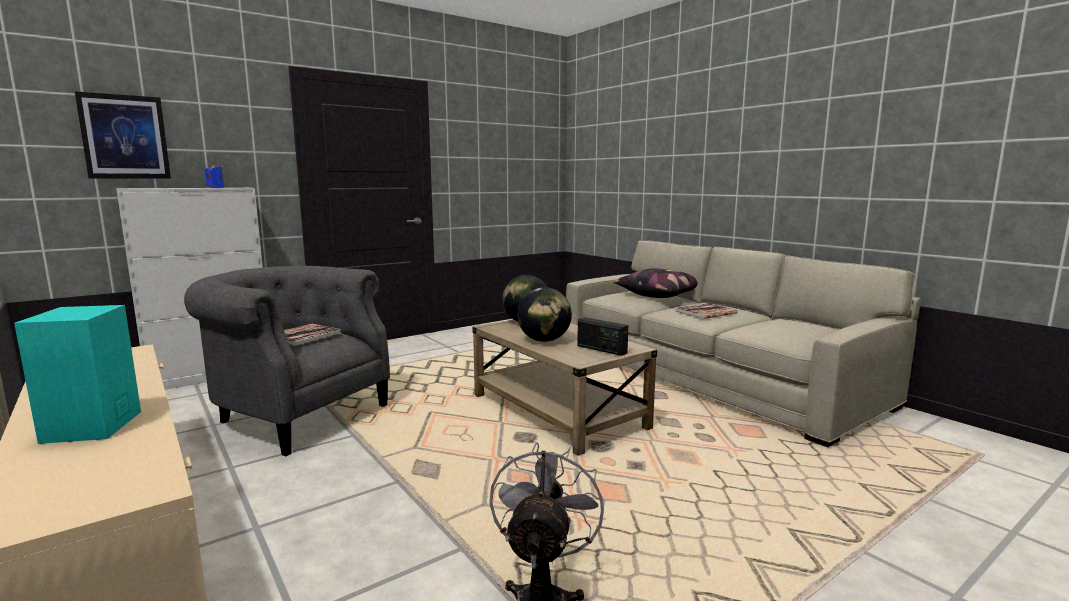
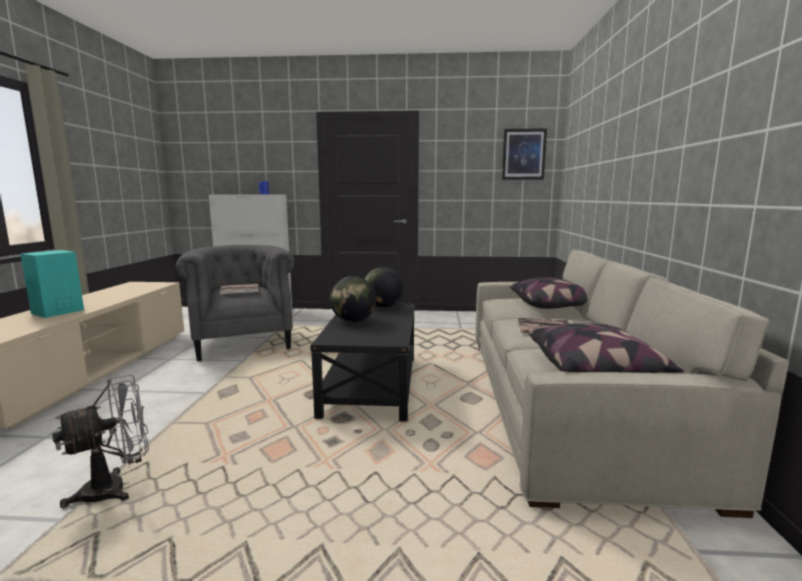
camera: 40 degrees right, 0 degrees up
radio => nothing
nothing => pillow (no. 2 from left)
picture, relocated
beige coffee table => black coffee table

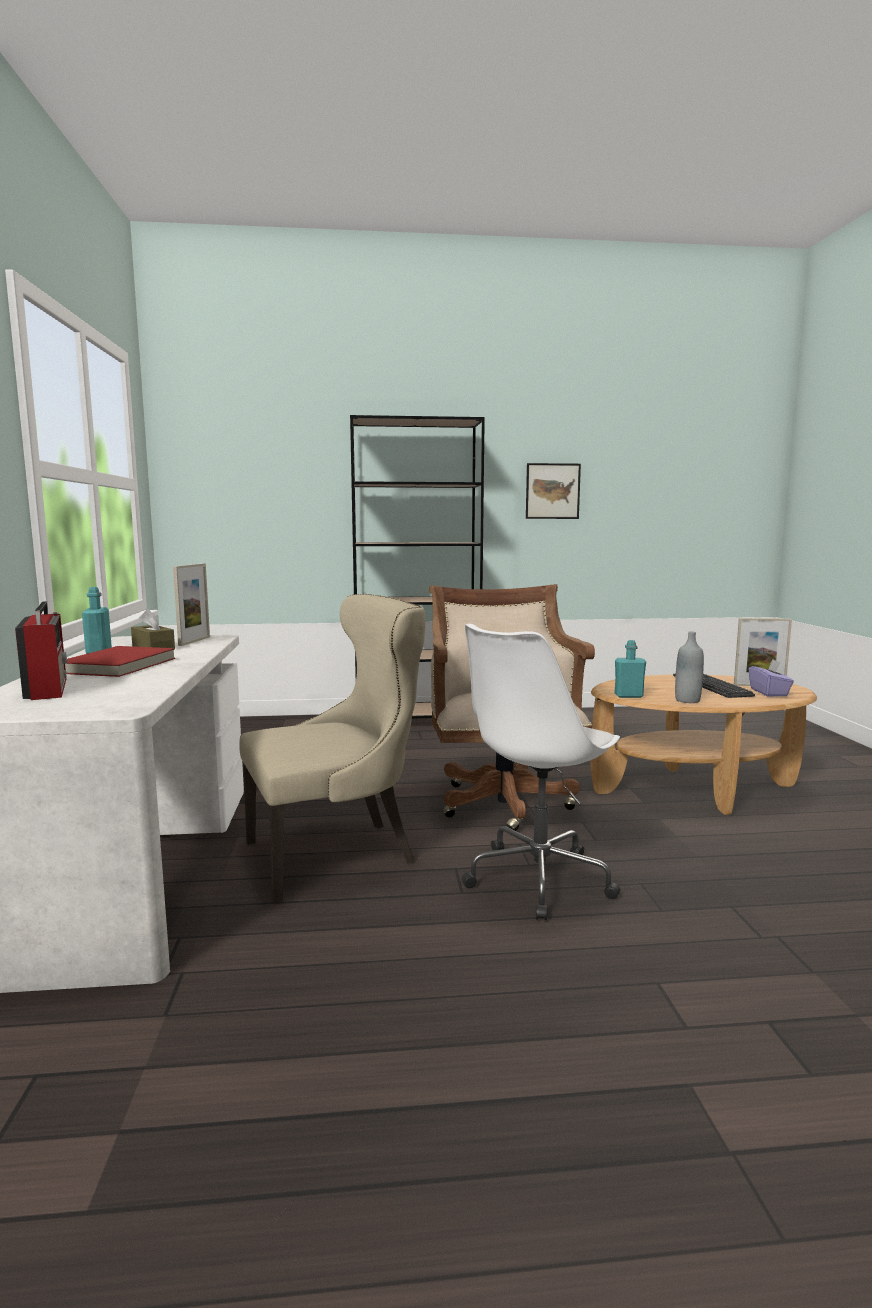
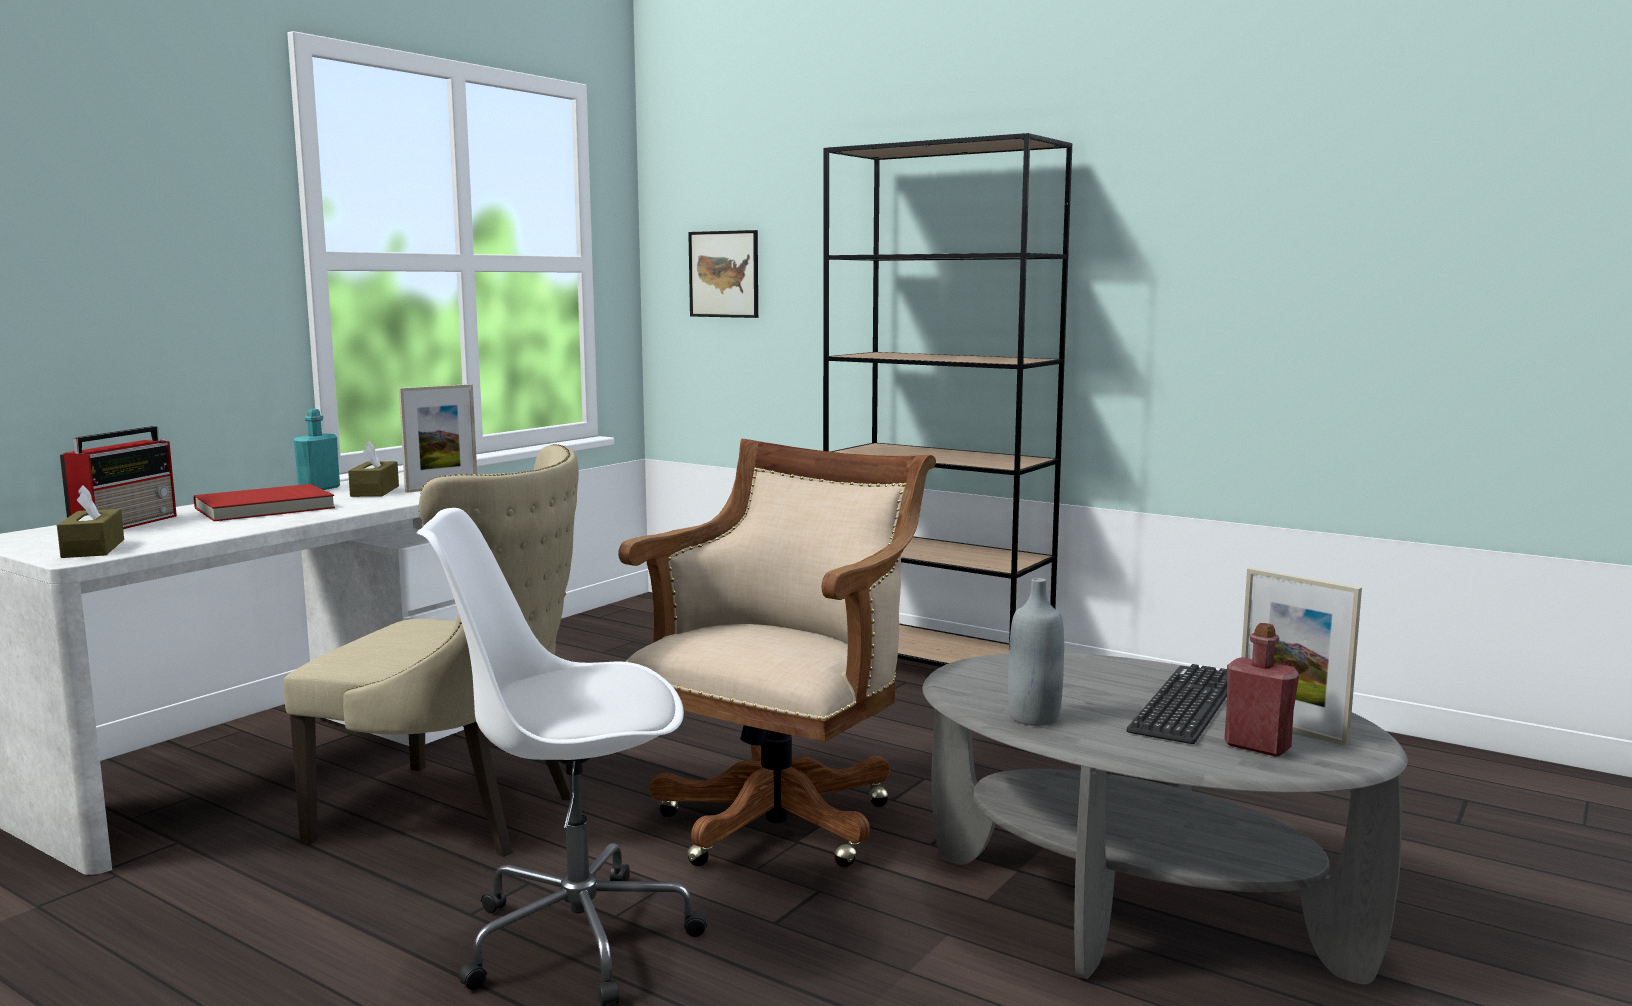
camera: 40 degrees right, 0 degrees up
turquoise bottle (no. 2 from left) => nothing
nothing => brown tissue box (no. 1 from left)
picture, relocated
purple tissue box => red bottle
brown coffee table => grey coffee table

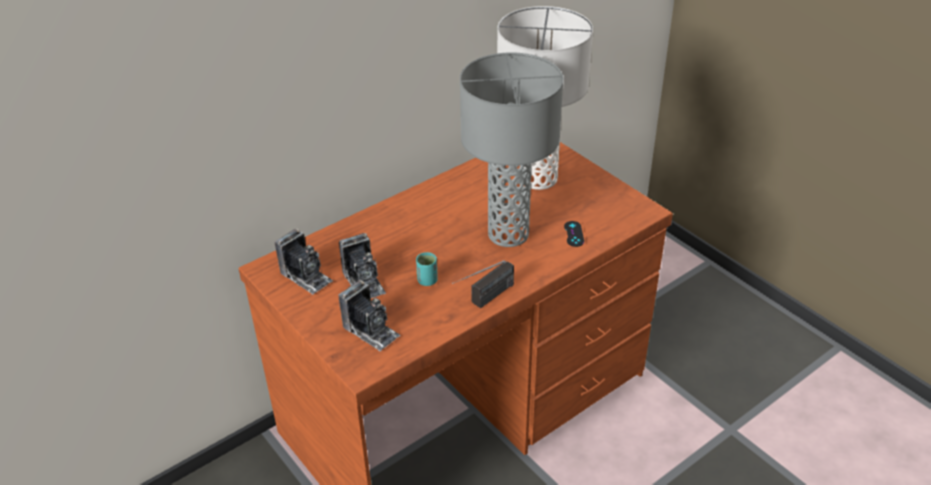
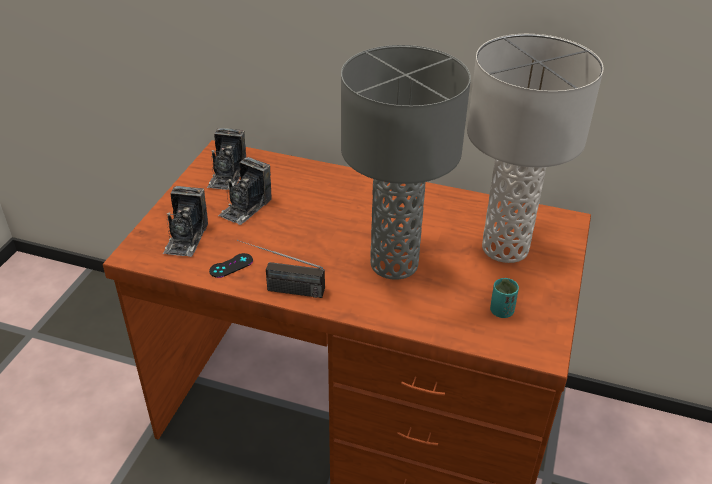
camera: 55 degrees right, 0 degrees up
turquoise cup, relocated
black game controller, relocated

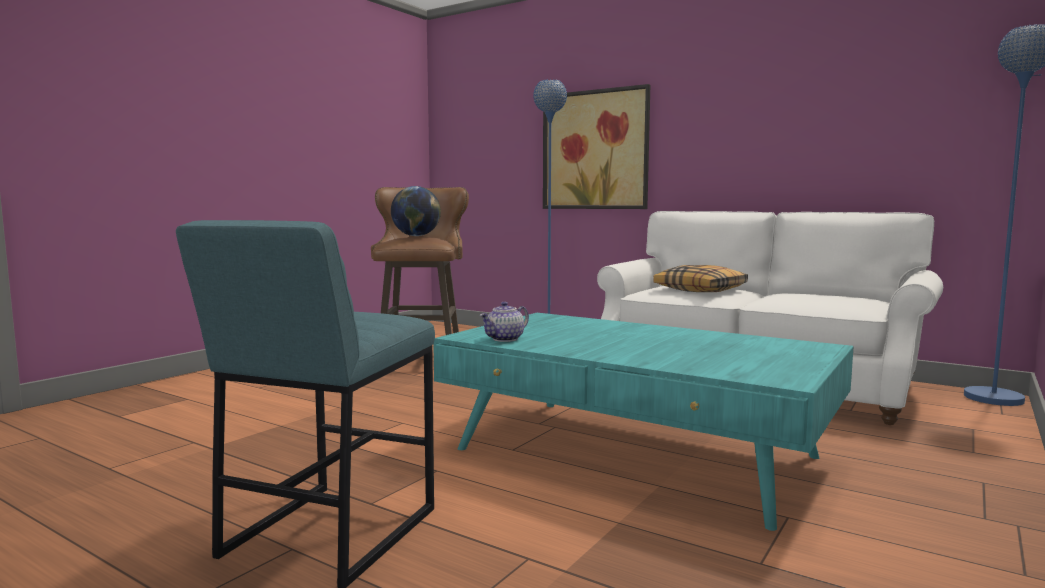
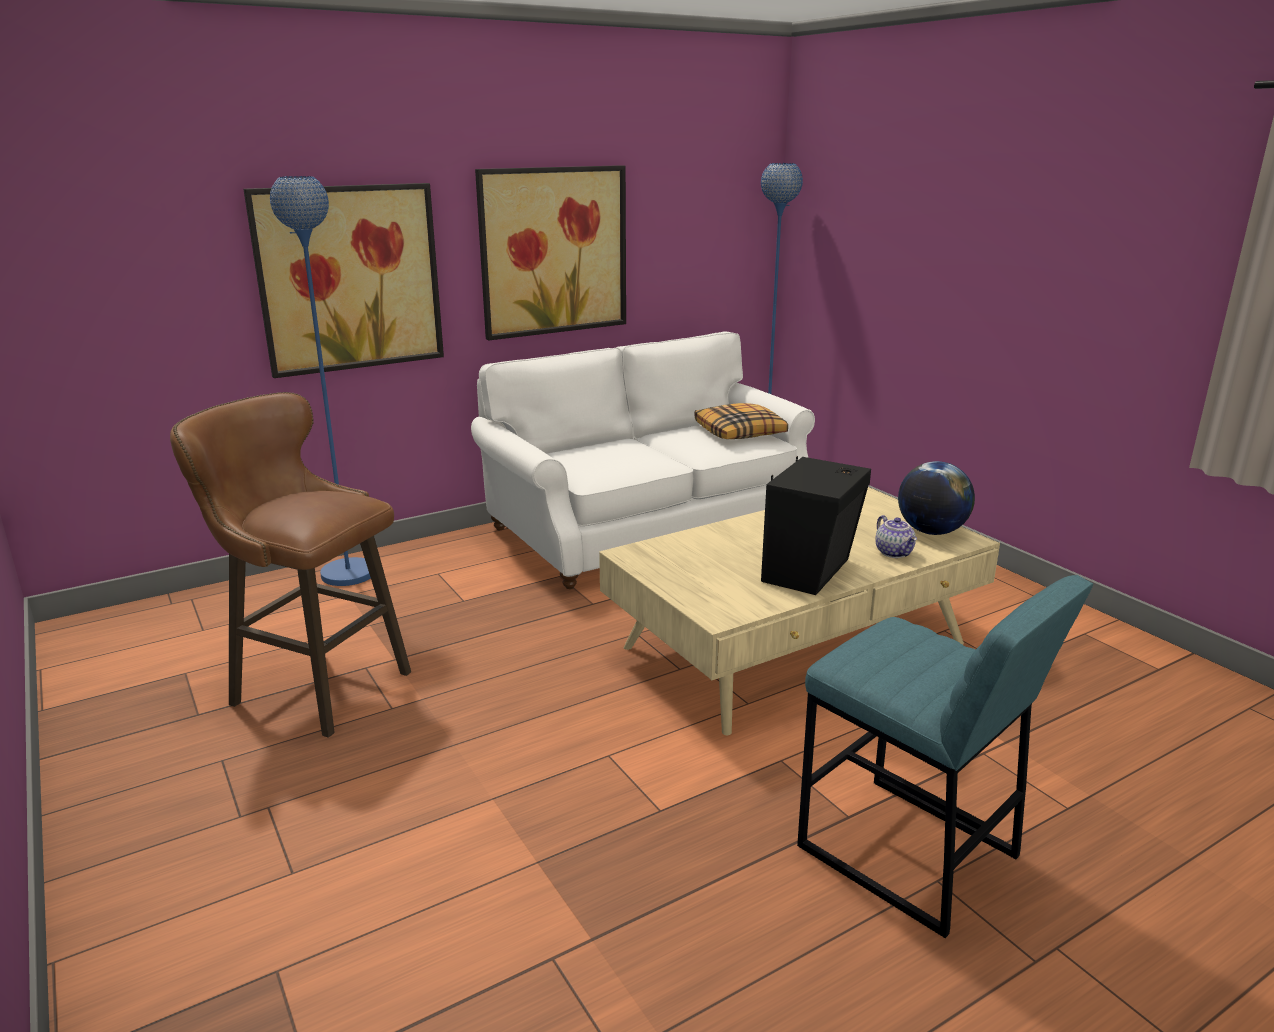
camera: 65 degrees left, 15 degrees up
nothing => picture (no. 2 from left)
nothing => black speaker
globe, relocated
teapot, relocated
pillow, relocated
turquoise coffee table => beige coffee table

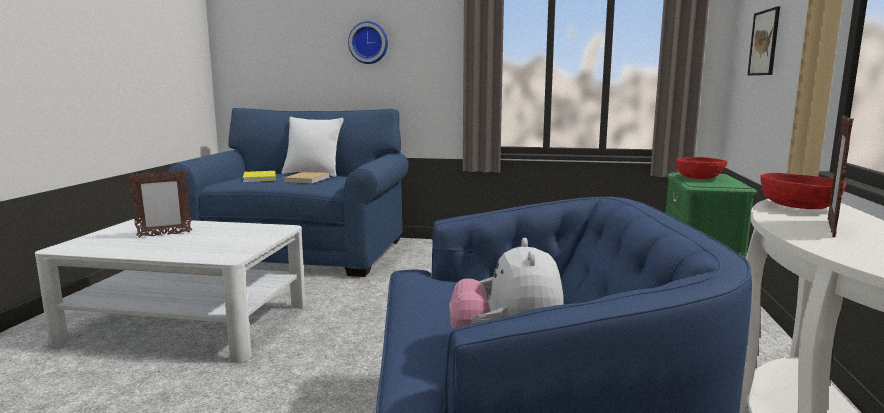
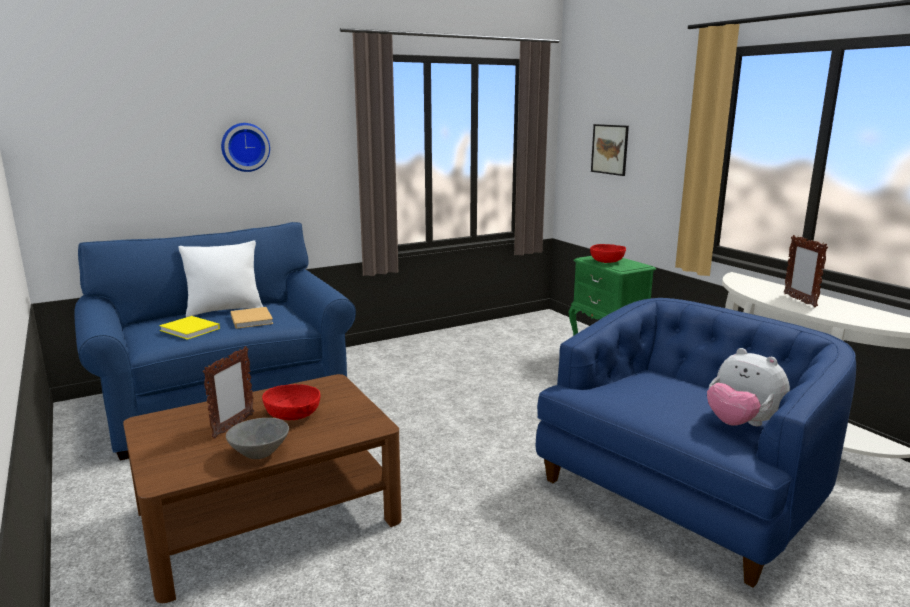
camera: 40 degrees left, 5 degrees up
nothing => grey bowl
red bowl (no. 2 from left in the first image) => red bowl (no. 1 from left), relocated
white coffee table => brown coffee table

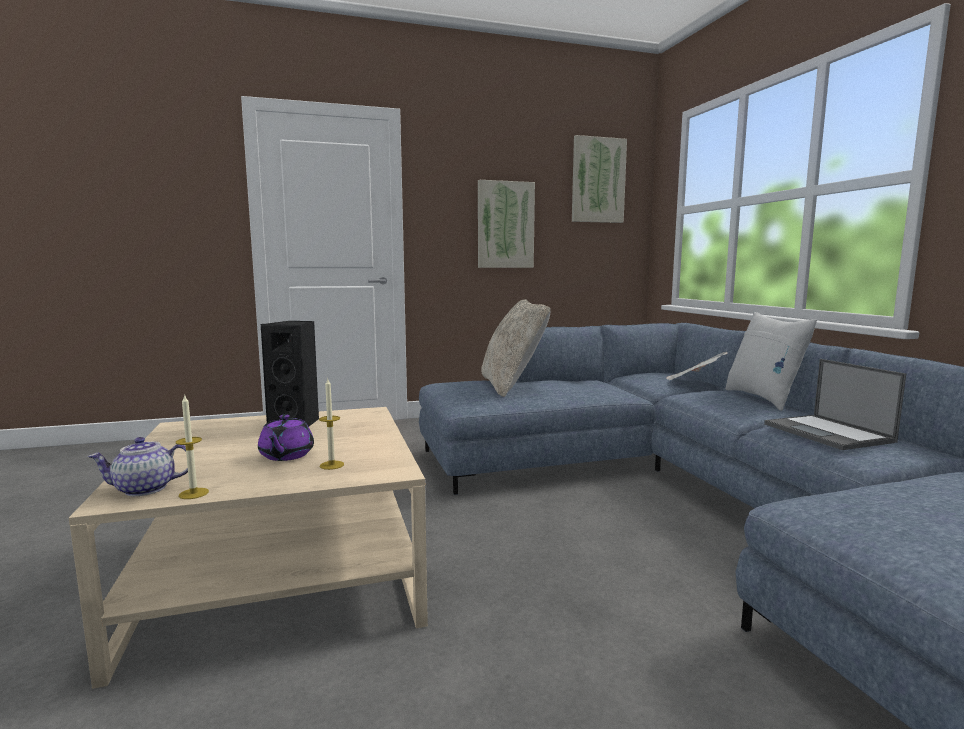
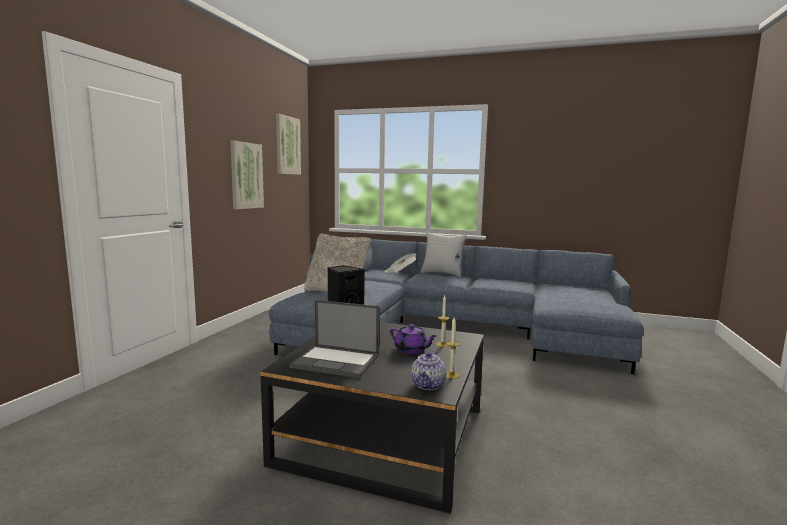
camera: 55 degrees left, 0 degrees up
laptop, relocated
beige coffee table => black coffee table

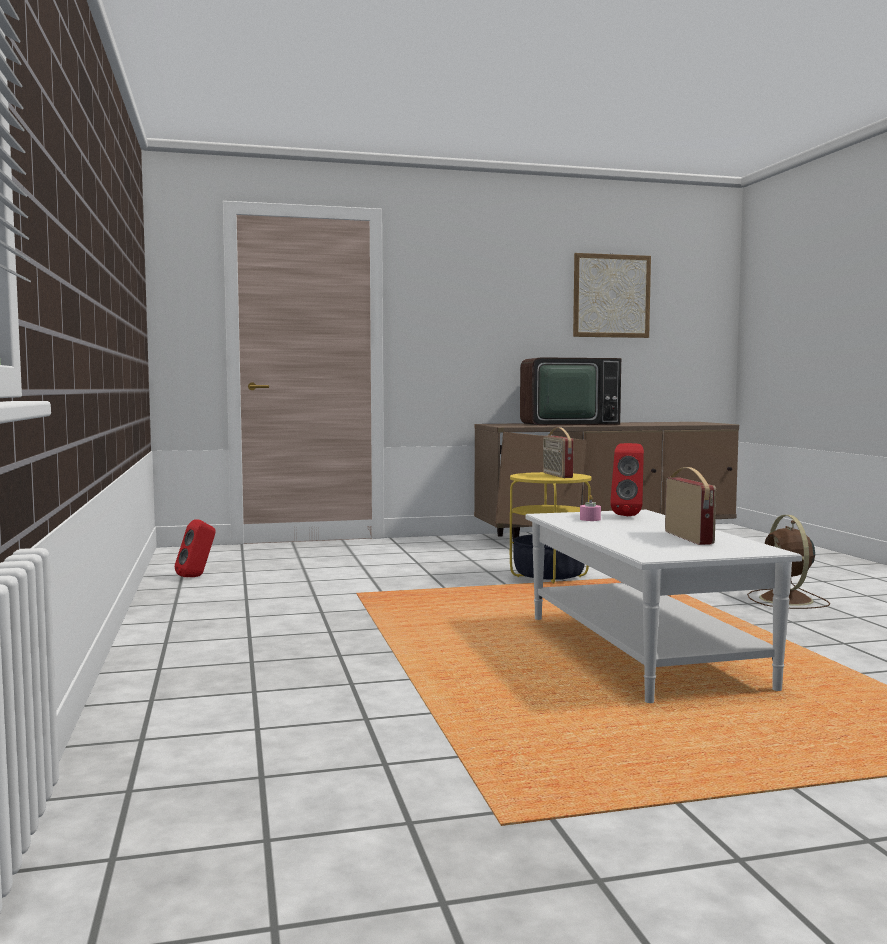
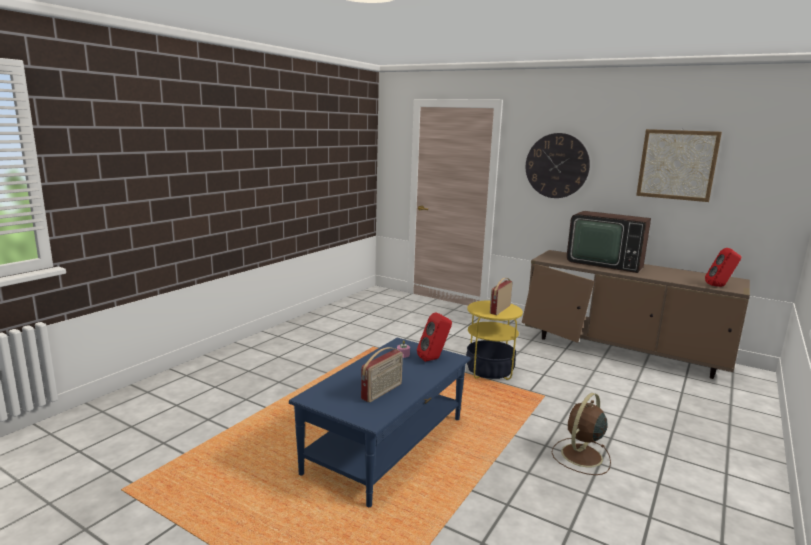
camera: 45 degrees right, 10 degrees up
nothing => wall clock
red speaker (no. 1 from left in the first image) => red speaker (no. 2 from left), relocated
white coffee table => blue coffee table

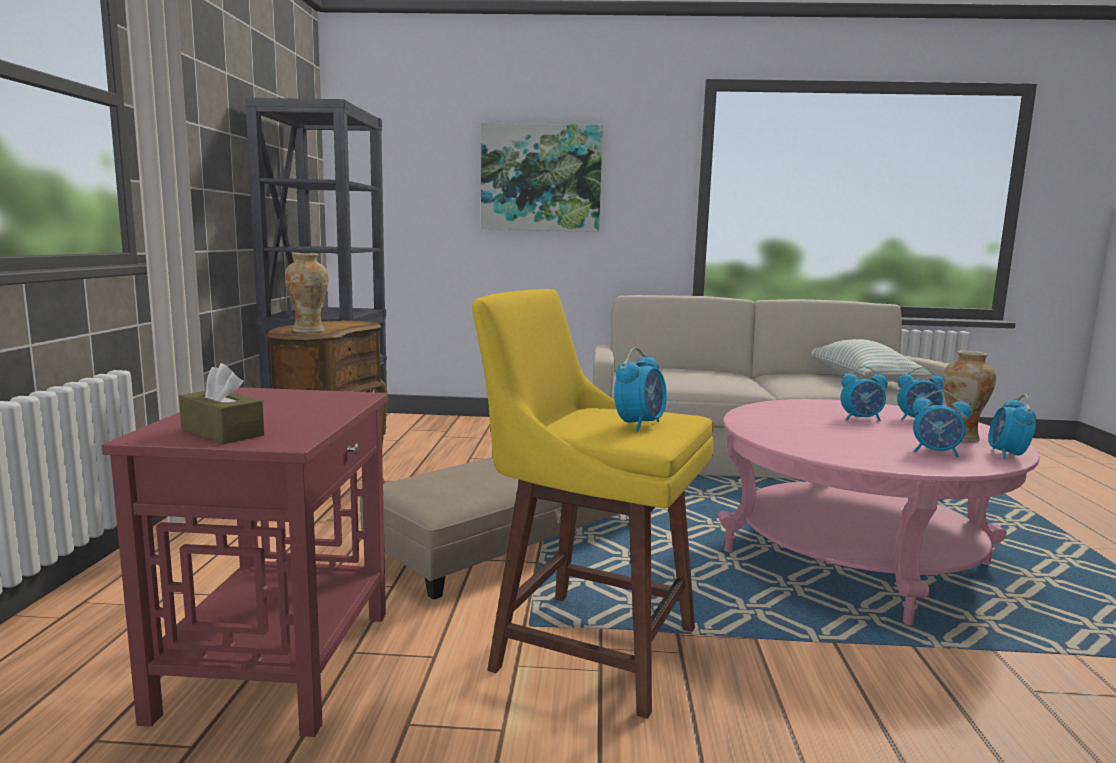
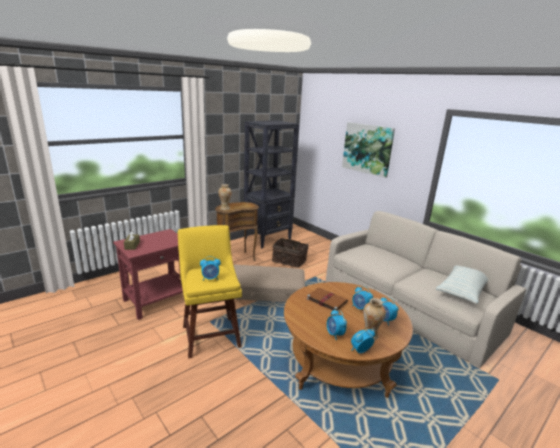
camera: 45 degrees right, 10 degrees up
nothing => basket
nothing => brown book
pink coffee table => brown coffee table

